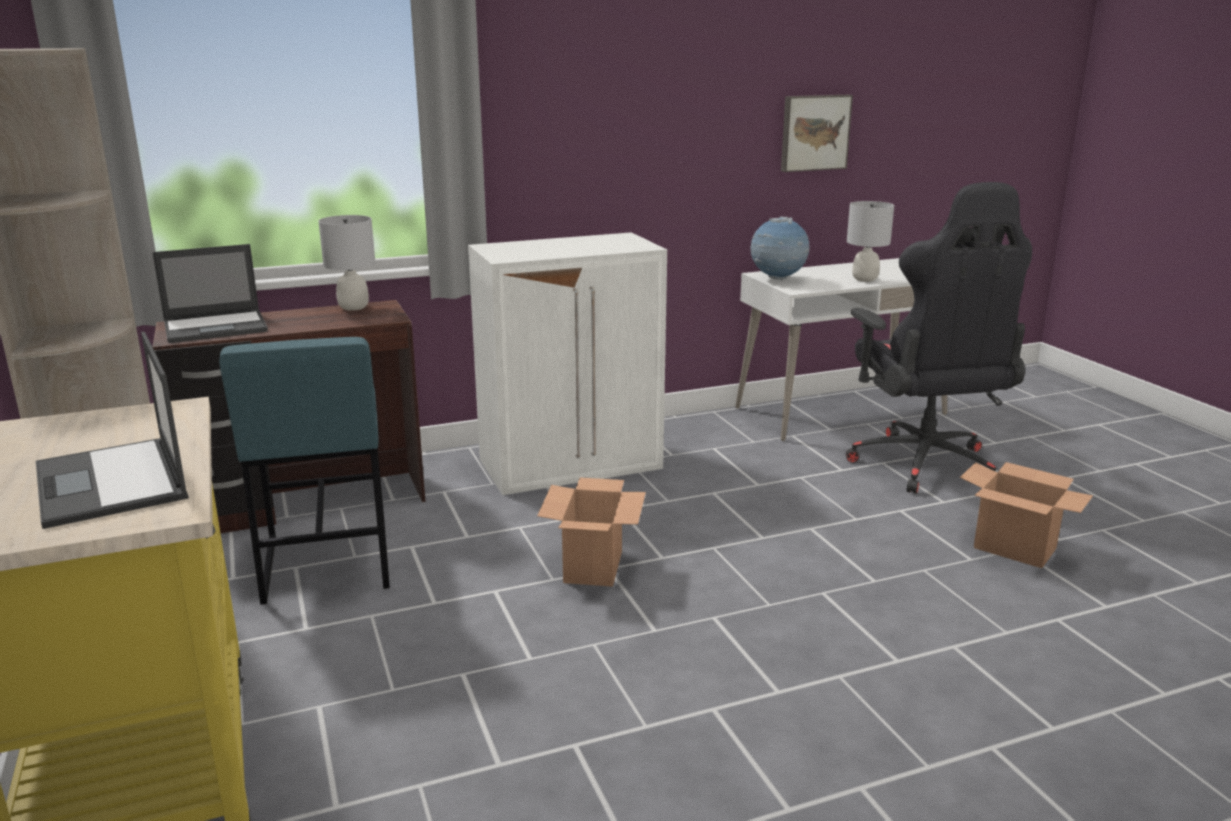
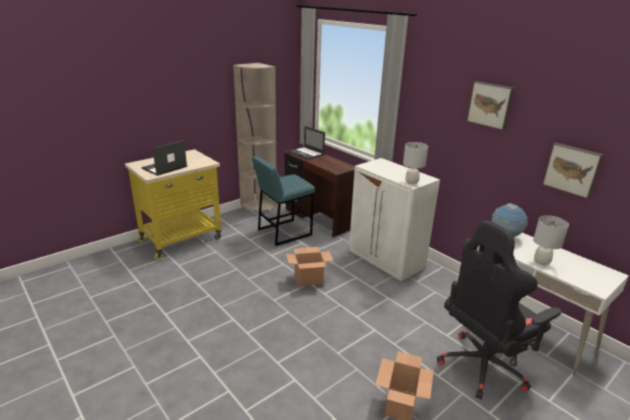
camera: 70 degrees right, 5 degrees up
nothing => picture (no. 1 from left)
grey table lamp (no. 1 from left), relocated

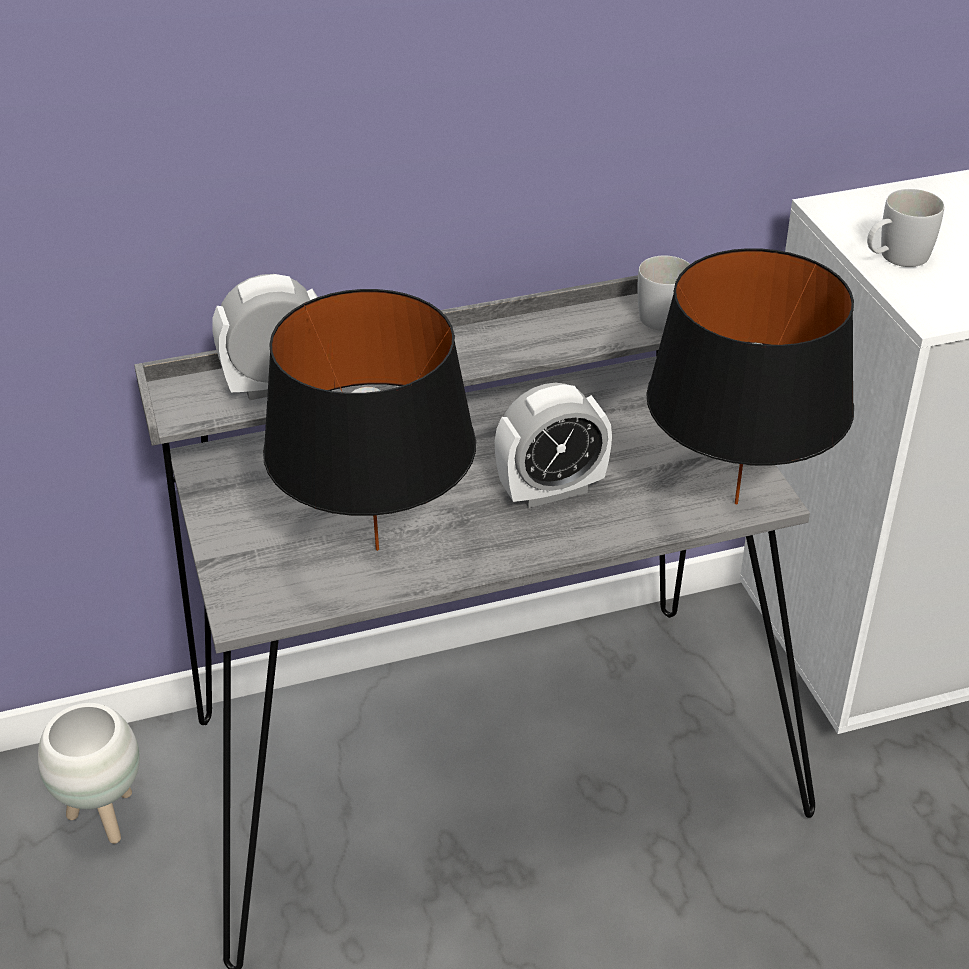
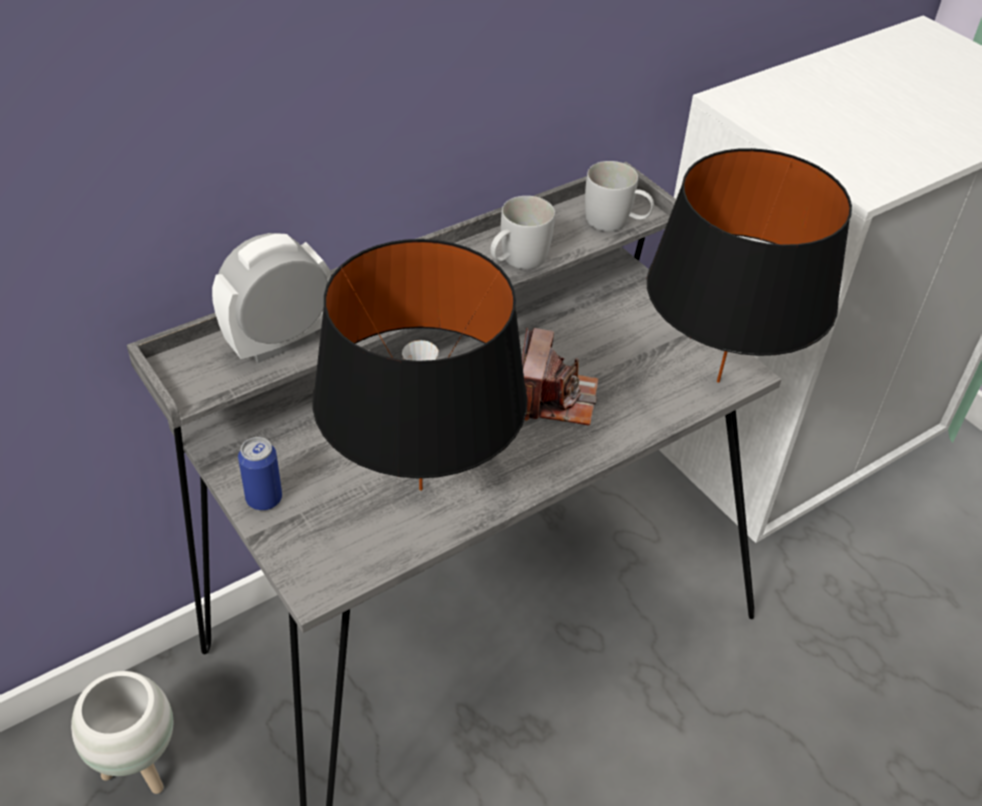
camera: 20 degrees left, 5 degrees up
nothing => can
white mug (no. 2 from left in the first image) => white mug (no. 1 from left), relocated
alarm clock (no. 2 from left) => photo camera

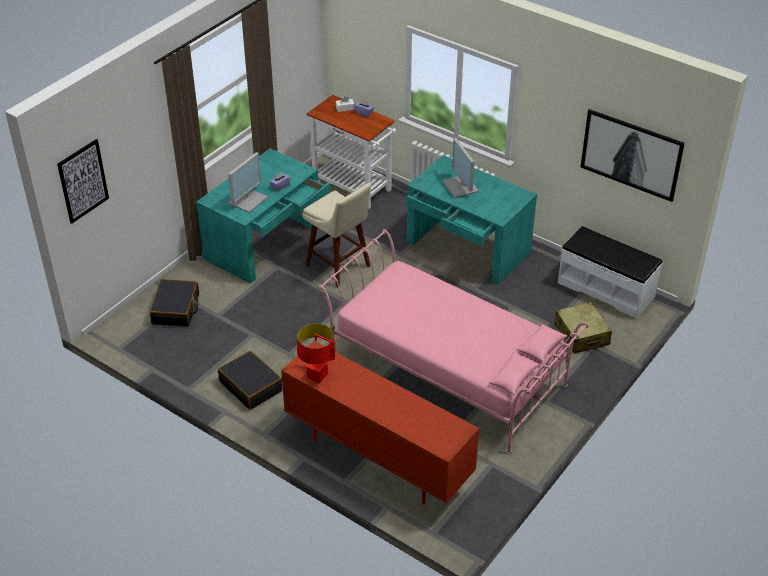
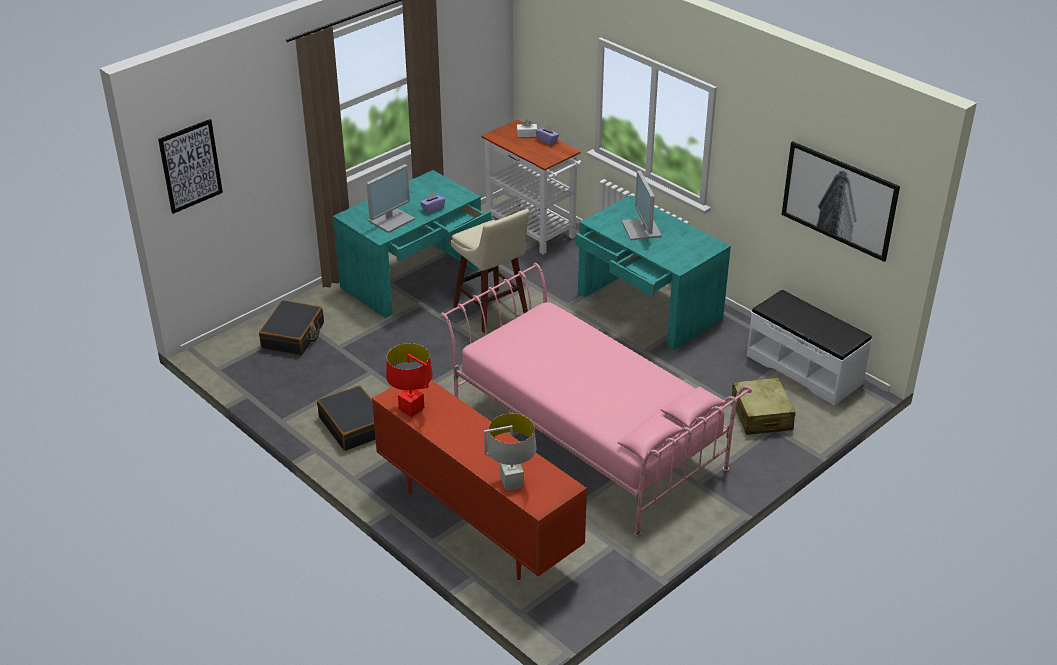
camera: 10 degrees right, 5 degrees down
nothing => grey table lamp

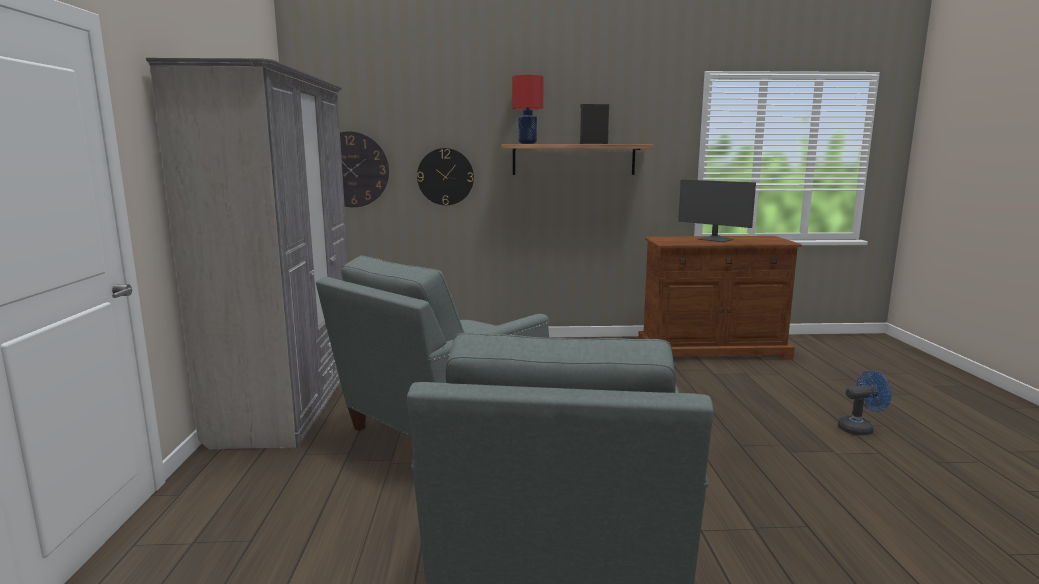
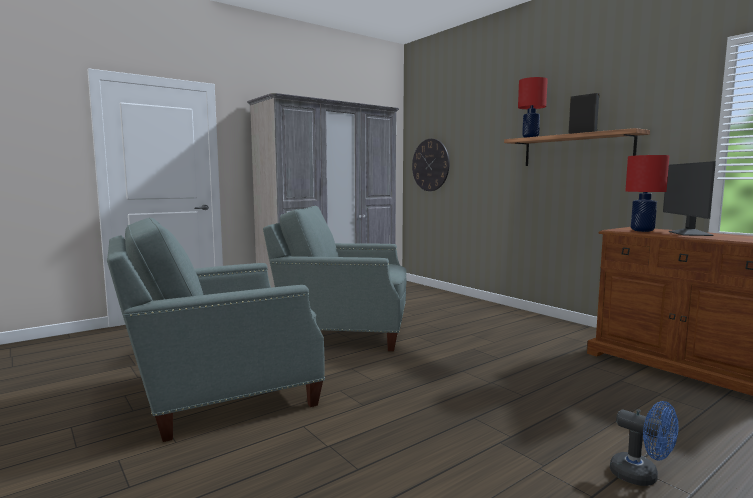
camera: 55 degrees right, 5 degrees down
wall clock (no. 2 from left) => nothing
nothing => red table lamp (no. 2 from left)

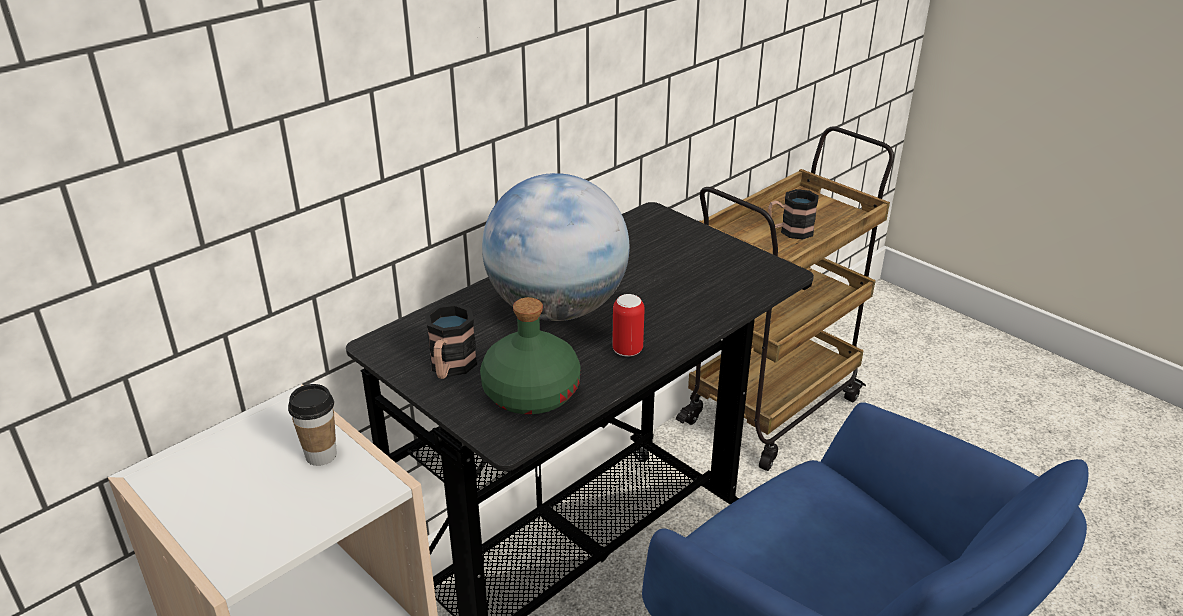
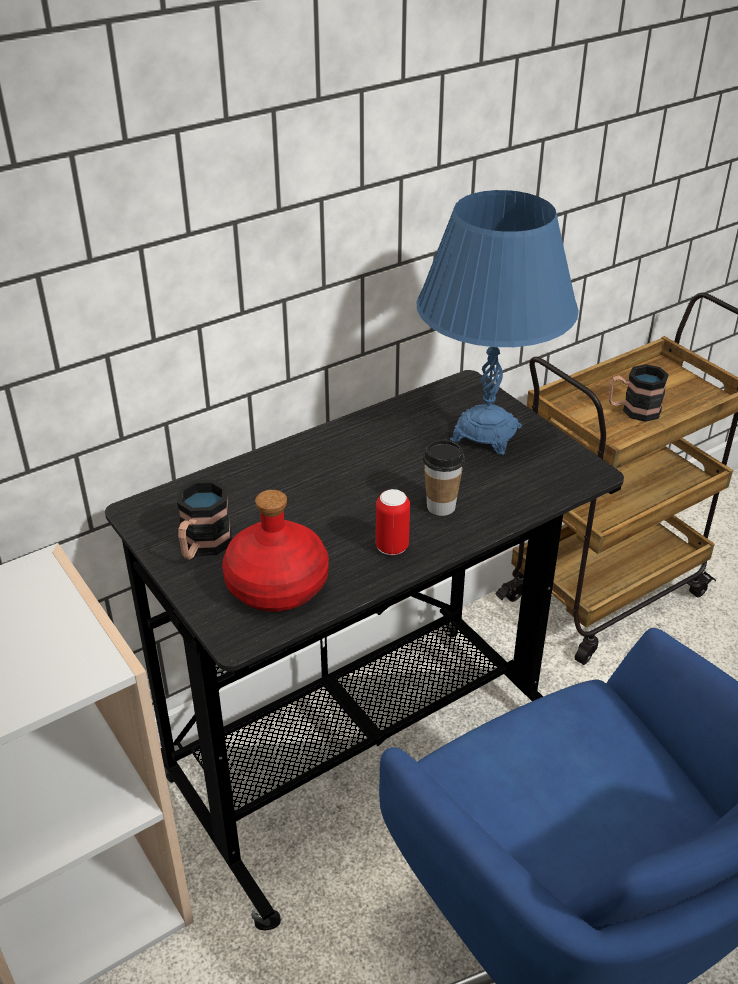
camera: 10 degrees right, 5 degrees up
globe => nothing
nothing => blue table lamp
cup, relocated
green bottle => red bottle

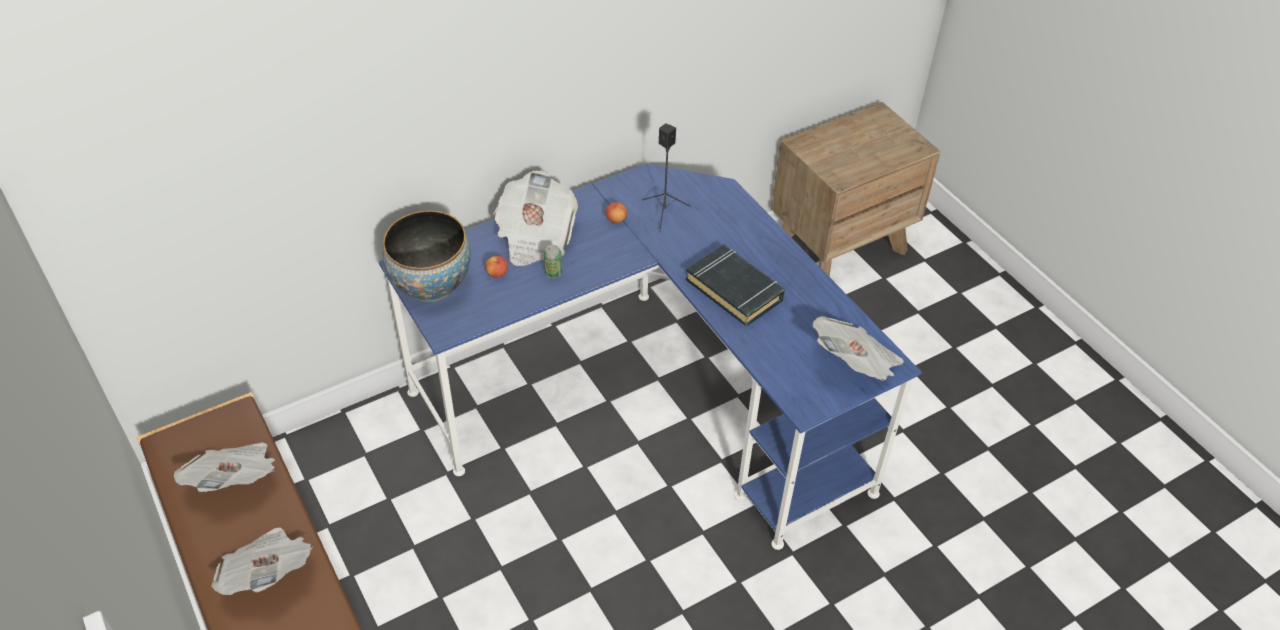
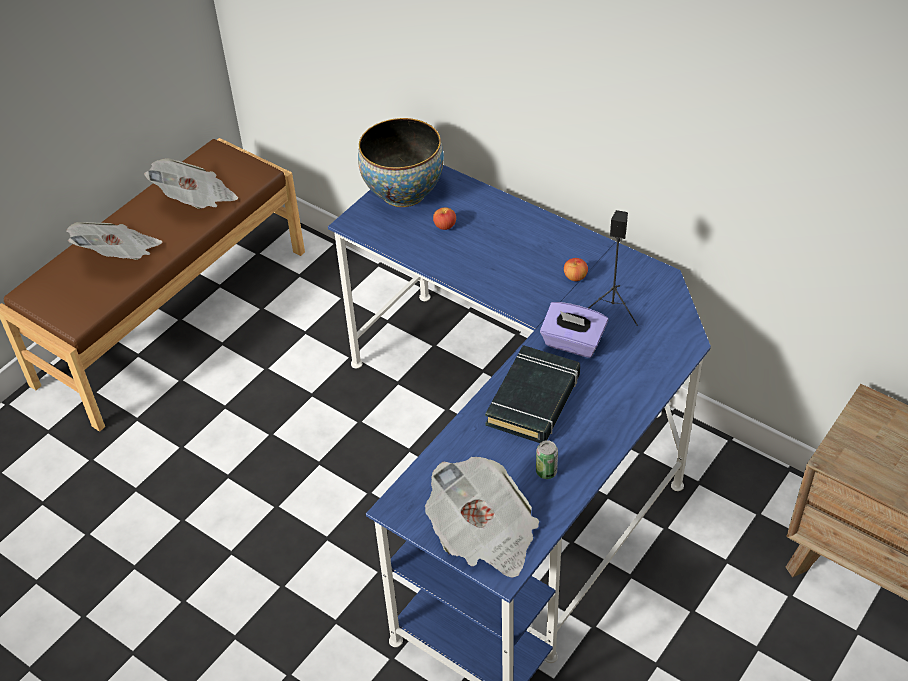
camera: 70 degrees right, 0 degrees up
newspaper (no. 3 from left) => nothing
nothing => purple tissue box
can, relocated

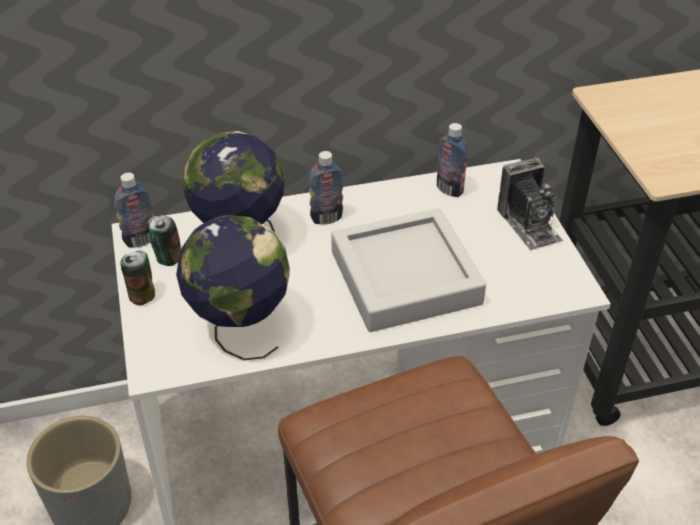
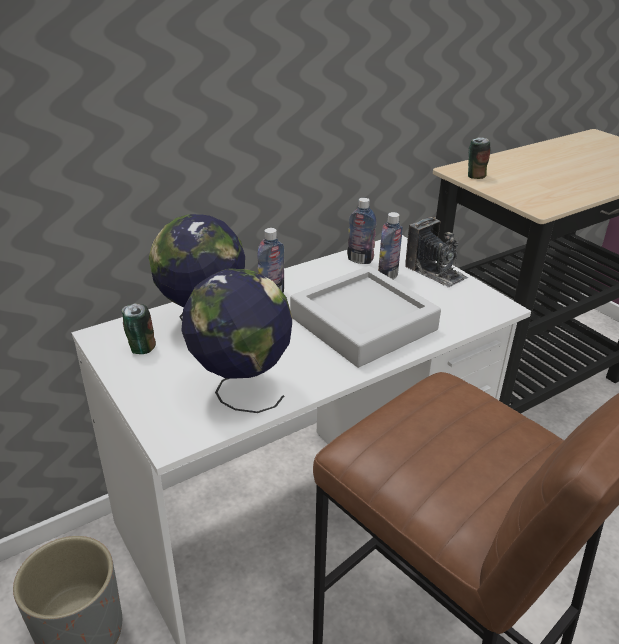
camera: 20 degrees left, 10 degrees down
bottle (no. 1 from left in the first image) => bottle (no. 3 from left), relocated
can (no. 1 from left in the first image) => can (no. 2 from left), relocated

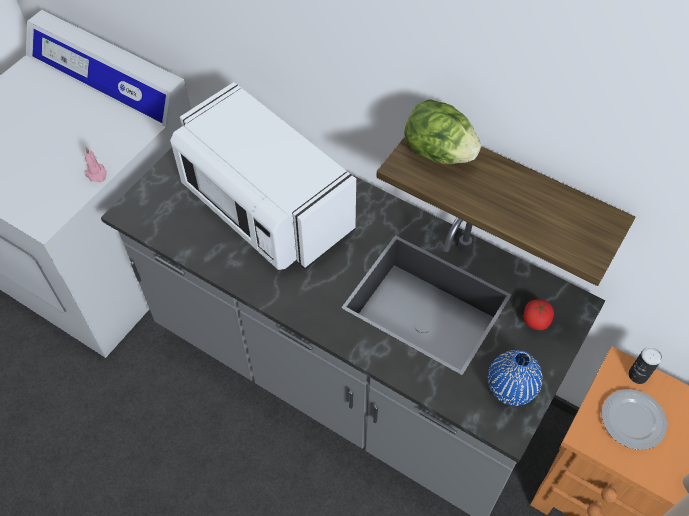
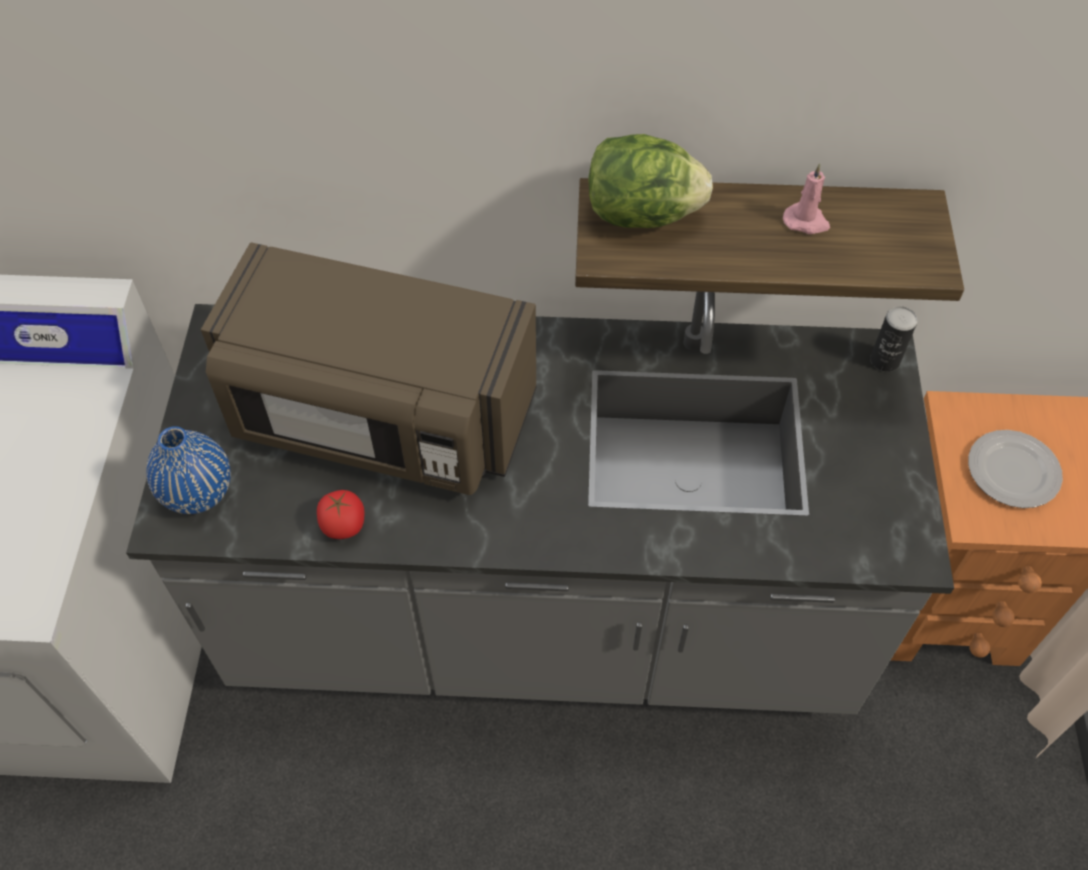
camera: 30 degrees left, 0 degrees up
pink candle, relocated
blue vase, relocated
tomato, relocated
can, relocated
white microwave => brown microwave

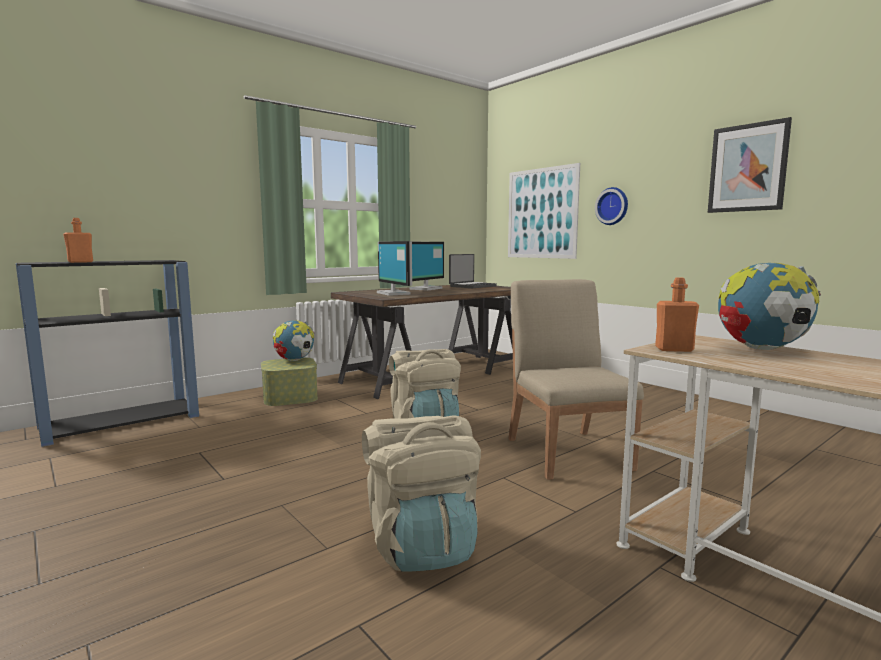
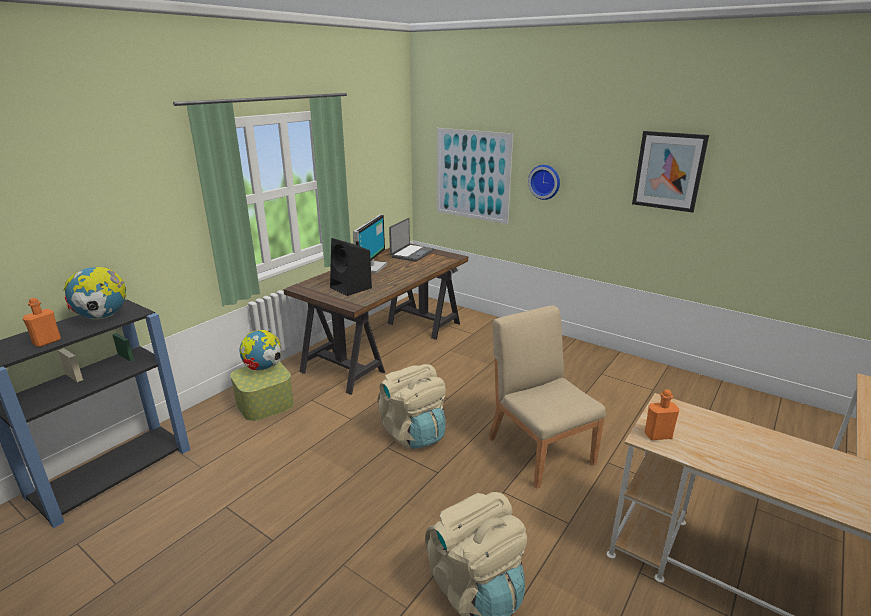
camera: 15 degrees left, 15 degrees up
globe (no. 2 from left in the first image) => globe (no. 1 from left), relocated
monitor (no. 1 from left) => black speaker

